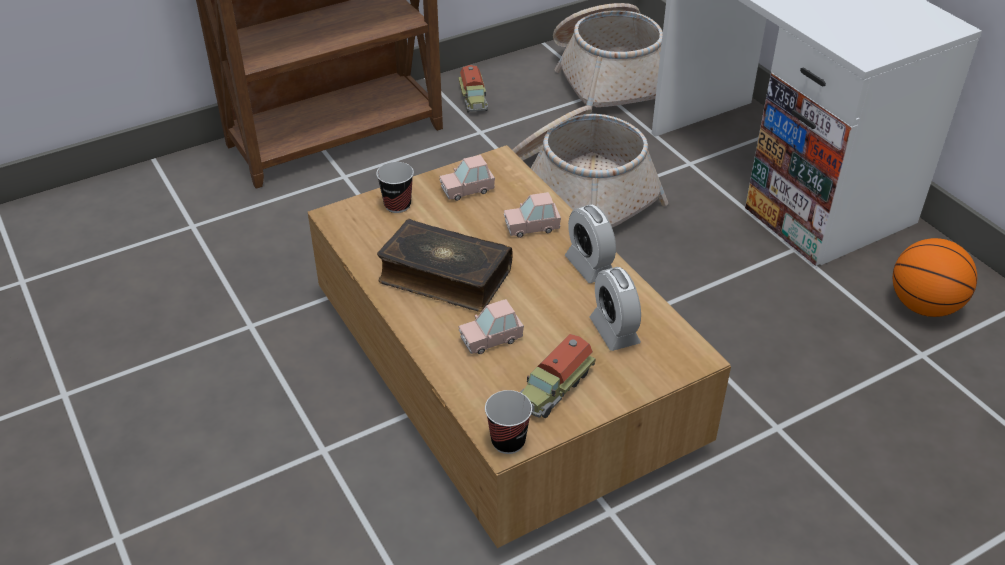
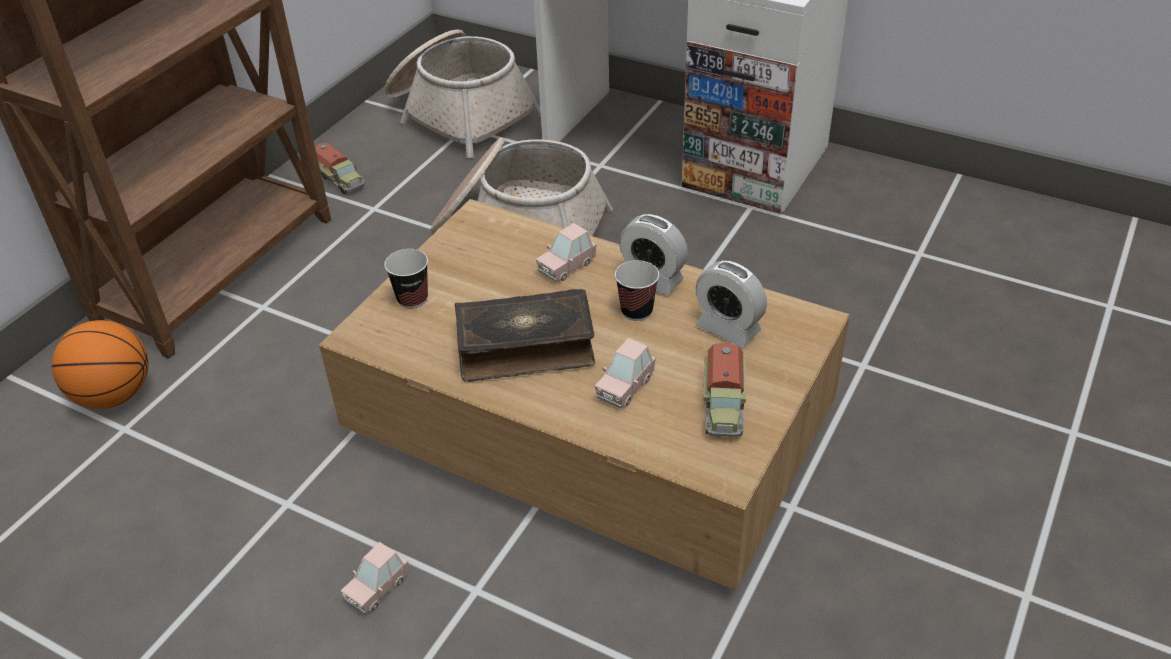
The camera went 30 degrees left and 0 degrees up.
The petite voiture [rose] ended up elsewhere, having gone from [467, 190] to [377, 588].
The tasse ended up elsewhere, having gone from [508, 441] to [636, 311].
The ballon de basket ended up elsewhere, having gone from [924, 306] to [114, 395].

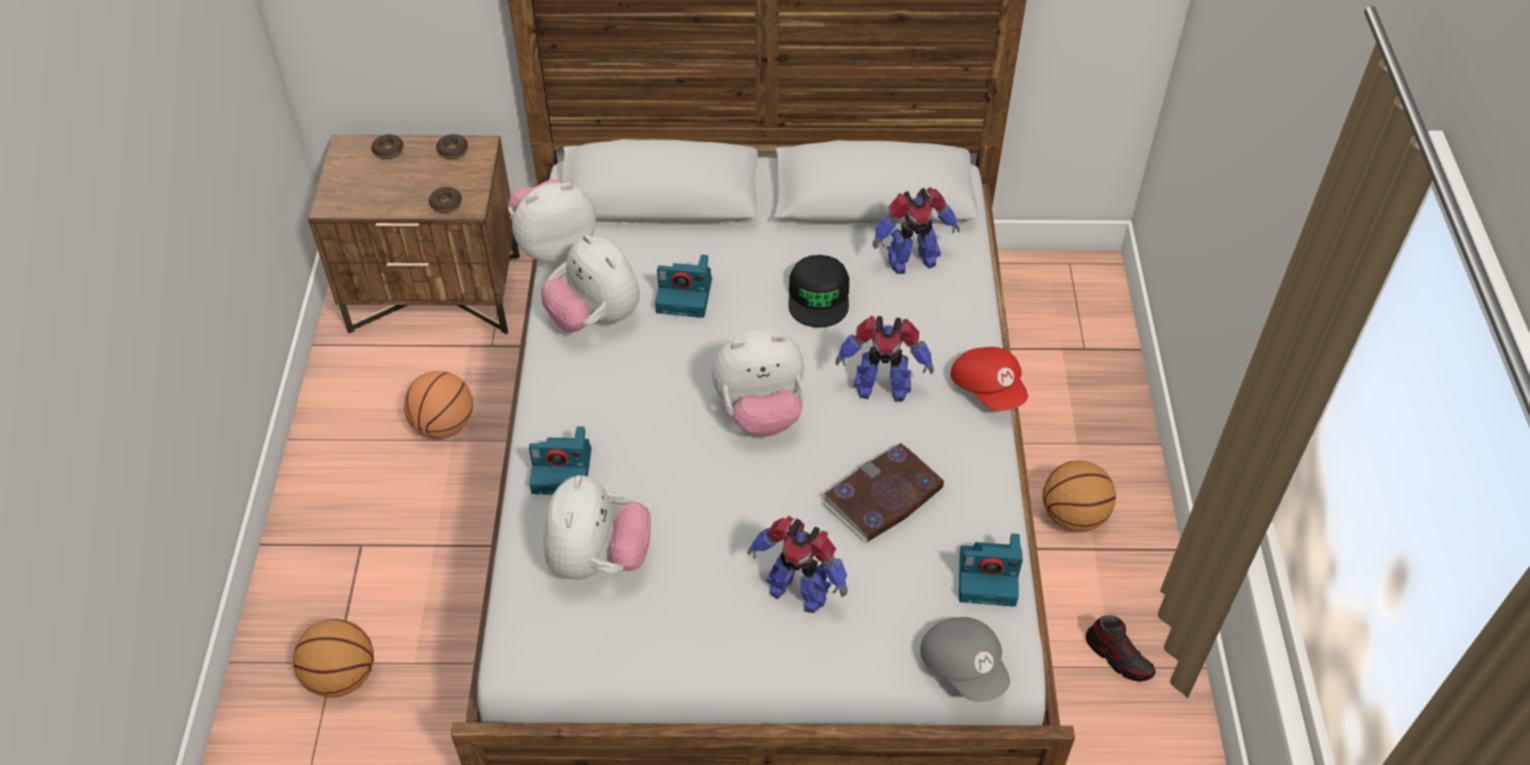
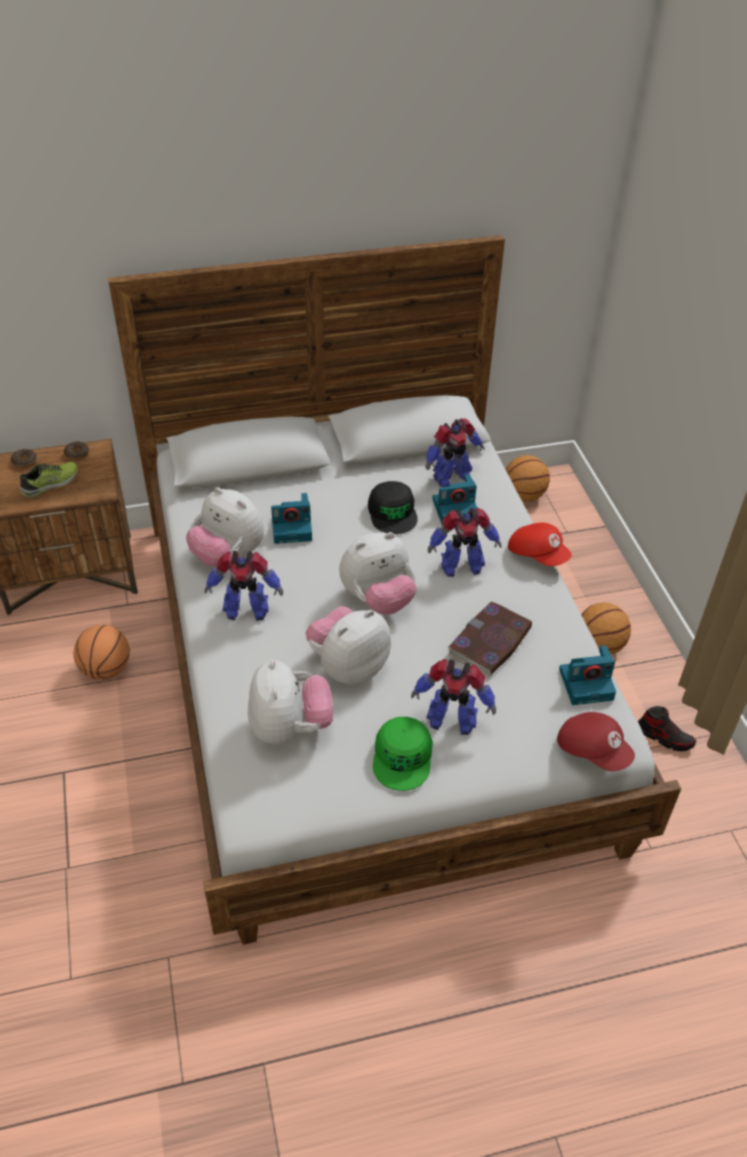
The camera went 15 degrees left and 5 degrees down.
The ballon de basket ended up elsewhere, having gone from [342, 676] to [523, 495].
The second view lost the beignet at [446, 204].
The peluche ended up elsewhere, having gone from [554, 246] to [348, 666].
The appareil photo ended up elsewhere, having gone from [563, 470] to [455, 509].
What was the casquette [gris] at [964, 666] turned into the casquette [rouge] at [593, 750].
The second view gained the chaussure at [51, 484].
The second view gained the robot jouet at [246, 610].
The second view gained the casquette [vert] at [403, 757].

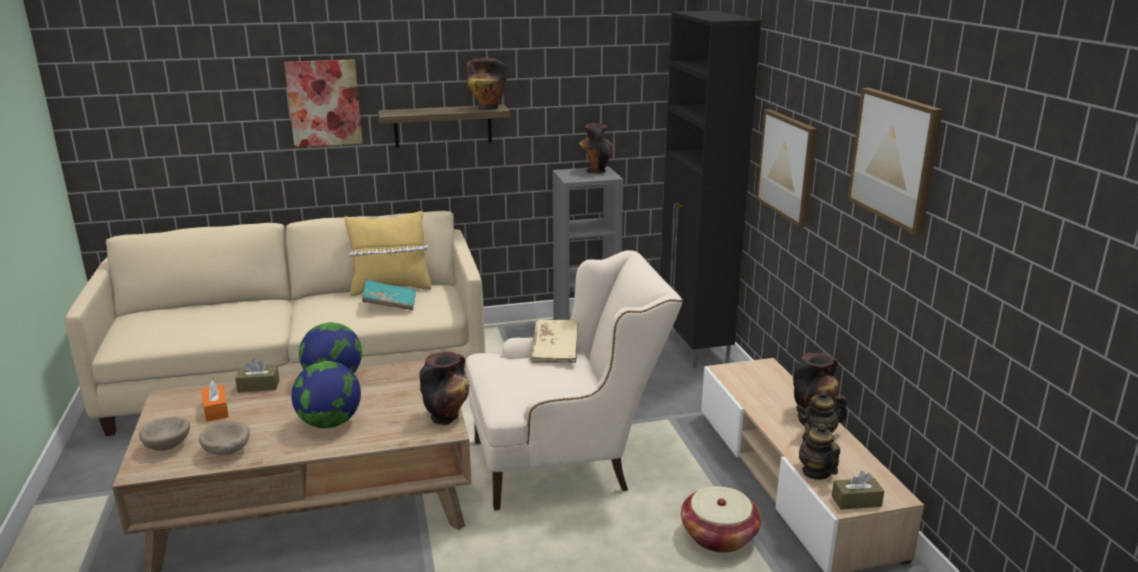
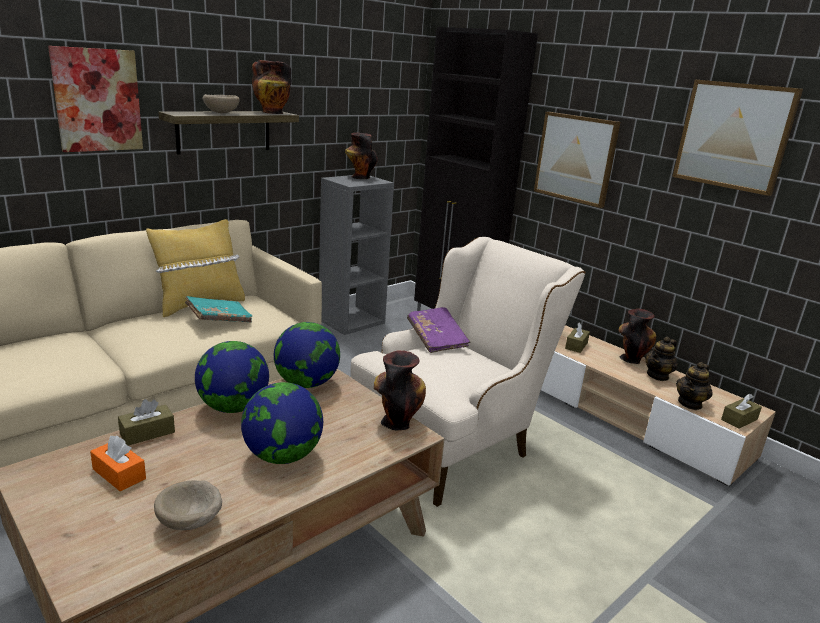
The camera went 30 degrees left and 0 degrees up.
The bol [beige] ended up elsewhere, having gone from [168, 445] to [222, 113].
What was the livre [beige] at [555, 351] turned into the livre [violet] at [437, 339].
The second view lost the panier at [719, 536].
The théière at [816, 472] ended up facing another way, 90 degrees counterclockwise from before.
The second view gained the globe at [307, 383].
The second view gained the boîte à mouchoirs [marron] at [576, 345].

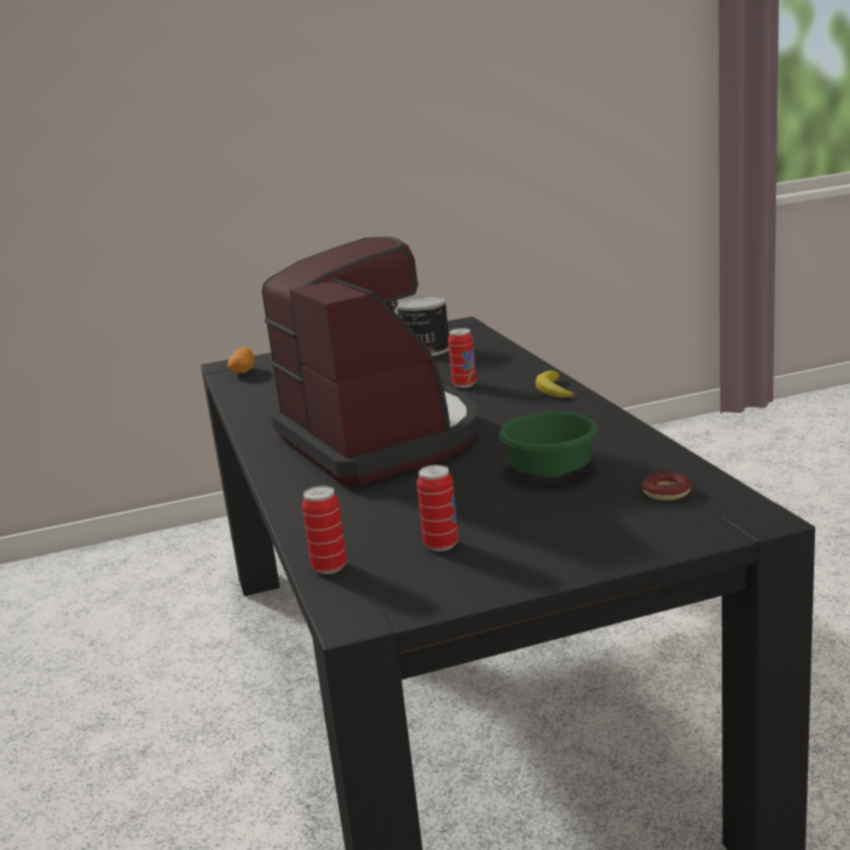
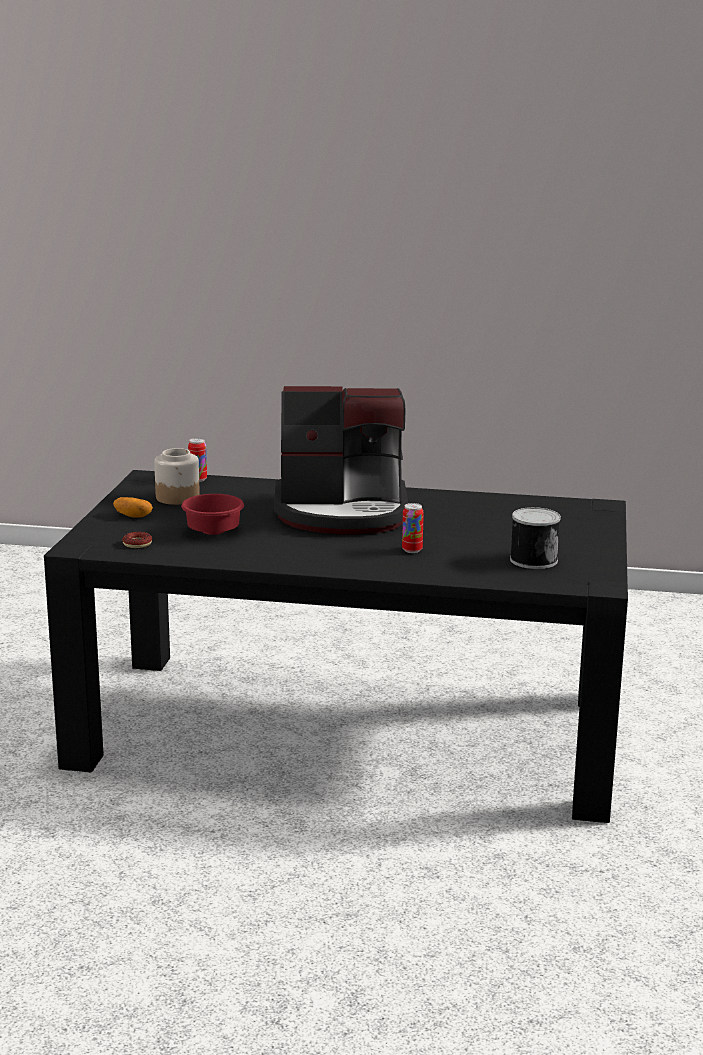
The camera went 115 degrees right and 0 degrees up.
The pomme de terre ended up elsewhere, having gone from [243, 371] to [133, 516].
Where the boîte métallique stood at [441, 545], the bocal came to stand at [178, 497].
What was the bol [vert] at [552, 471] turned into the bol [rouge] at [214, 532].
The second view lost the banane at [553, 390].

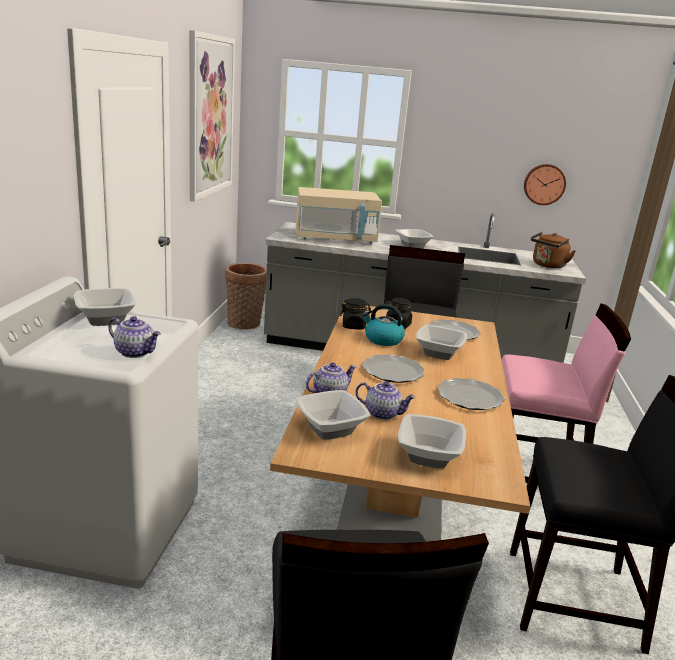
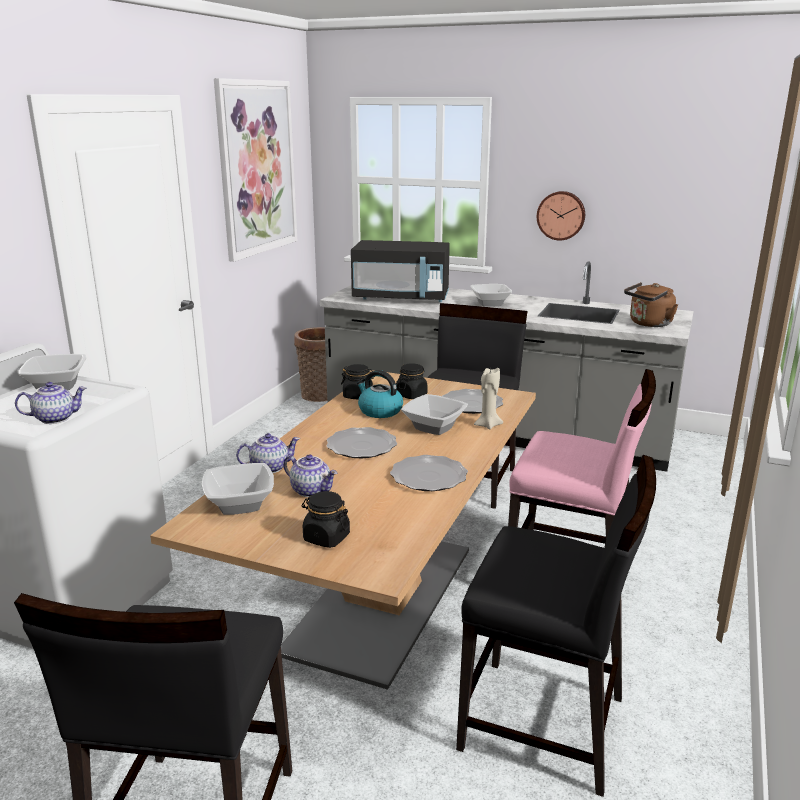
The camera went 15 degrees right and 0 degrees up.
The théière at [136, 352] ended up facing another way, 60 degrees counterclockwise from before.
What was the micro-ondes [beige] at [335, 239] turned into the micro-ondes [noir] at [401, 298].
Where the bol stood at [430, 456], the bocal [noir] came to stand at [326, 538].
The horloge murale ended up elsewhere, having gone from [544, 184] to [561, 215].
The second view gained the bougie [beige] at [487, 425].

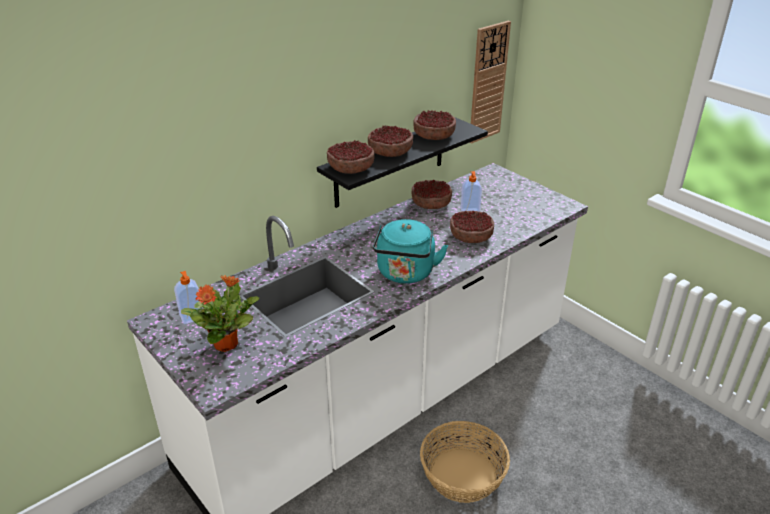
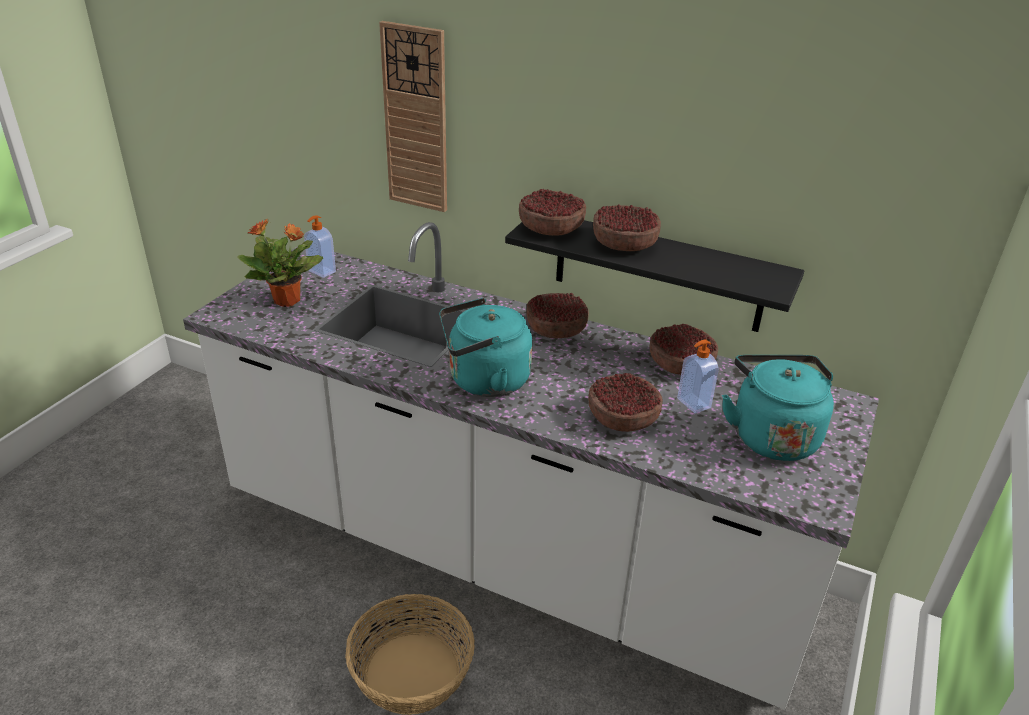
The camera went 65 degrees right and 0 degrees up.
The bol ended up elsewhere, having gone from [434, 135] to [556, 329].
The horloge murale ended up elsewhere, having gone from [488, 83] to [416, 119].
The second view gained the bouilloire [turquoise] at [771, 435].

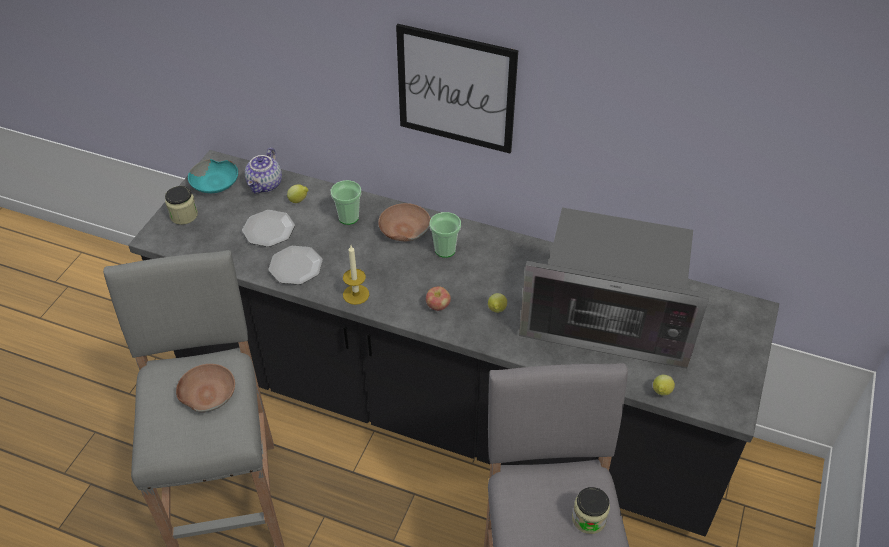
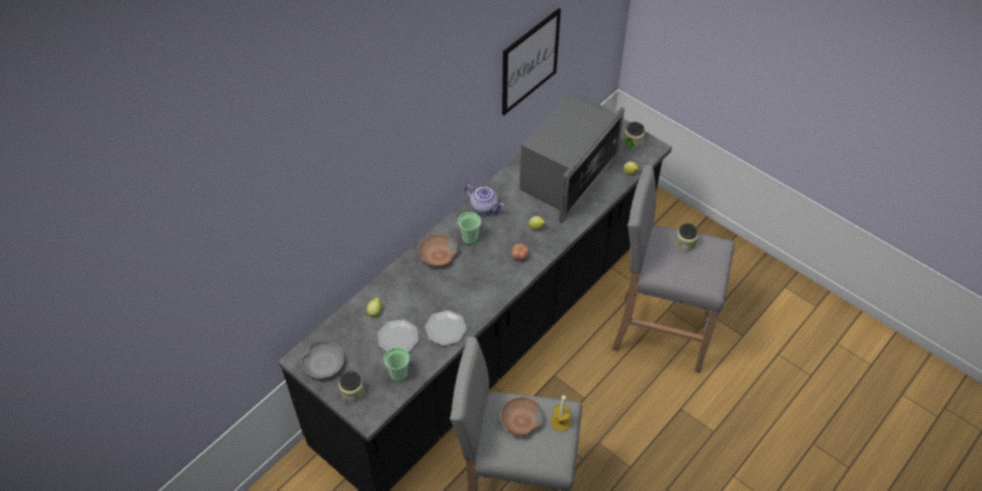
The camera went 70 degrees left and 5 degrees up.
What was the bol [turquoise] at [216, 183] turned into the bol [gris] at [324, 363].
The théière ended up elsewhere, having gone from [266, 185] to [484, 207].
The tasse ended up elsewhere, having gone from [348, 217] to [398, 374].
The bougie ended up elsewhere, having gone from [356, 294] to [560, 421].
The tableau ended up elsewhere, having gone from [456, 89] to [530, 61].
The second view gained the bocal at [633, 142].

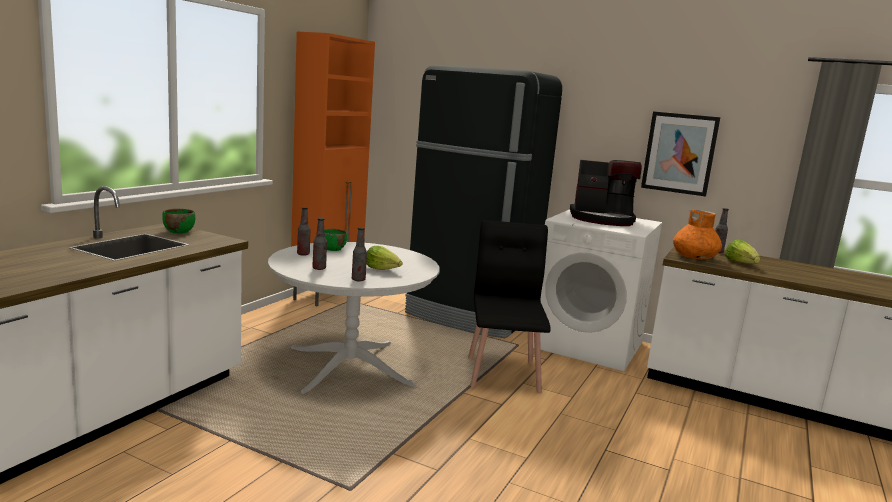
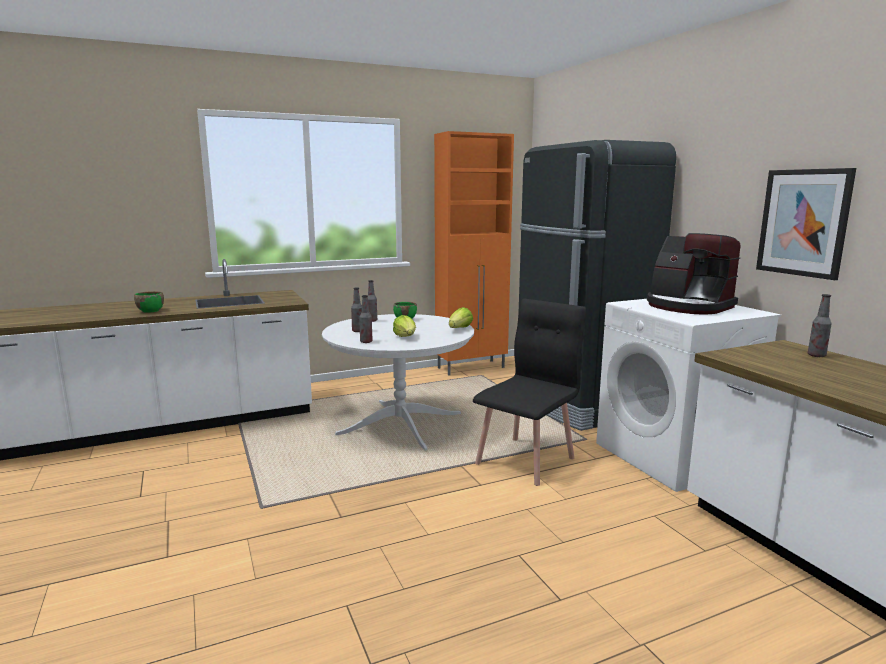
The camera went 40 degrees right and 0 degrees up.
The bol [vert] ended up elsewhere, having gone from [178, 231] to [150, 311].
The second view lost the vase [orange] at [694, 257].
The laitue ended up elsewhere, having gone from [740, 263] to [460, 329].

